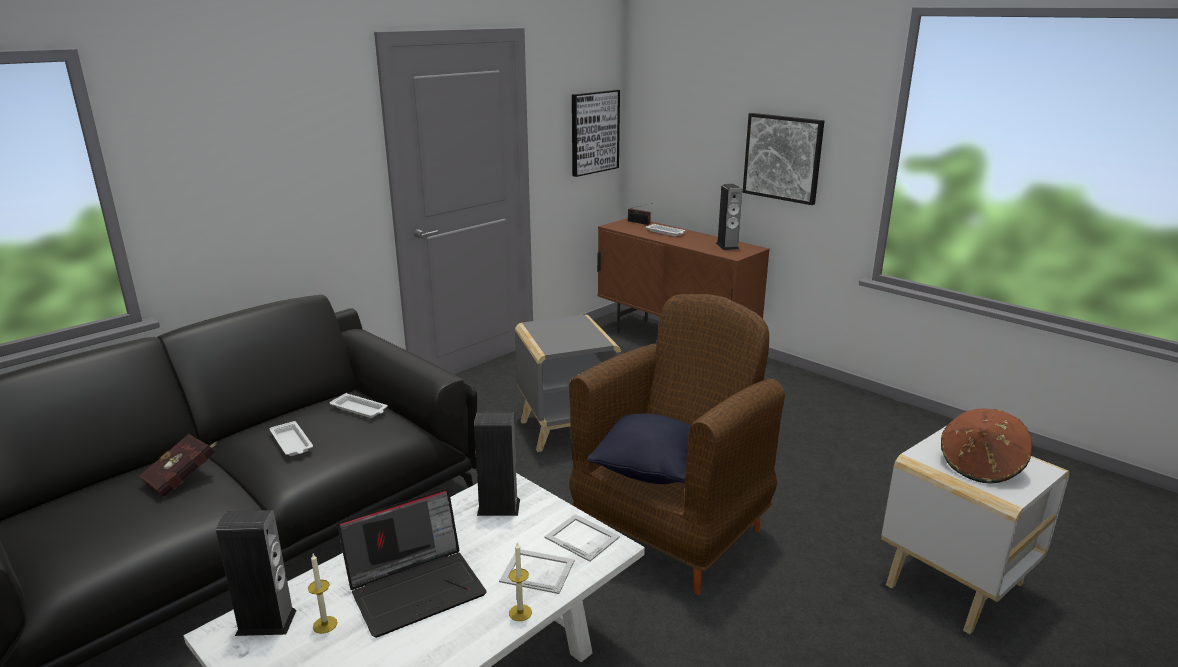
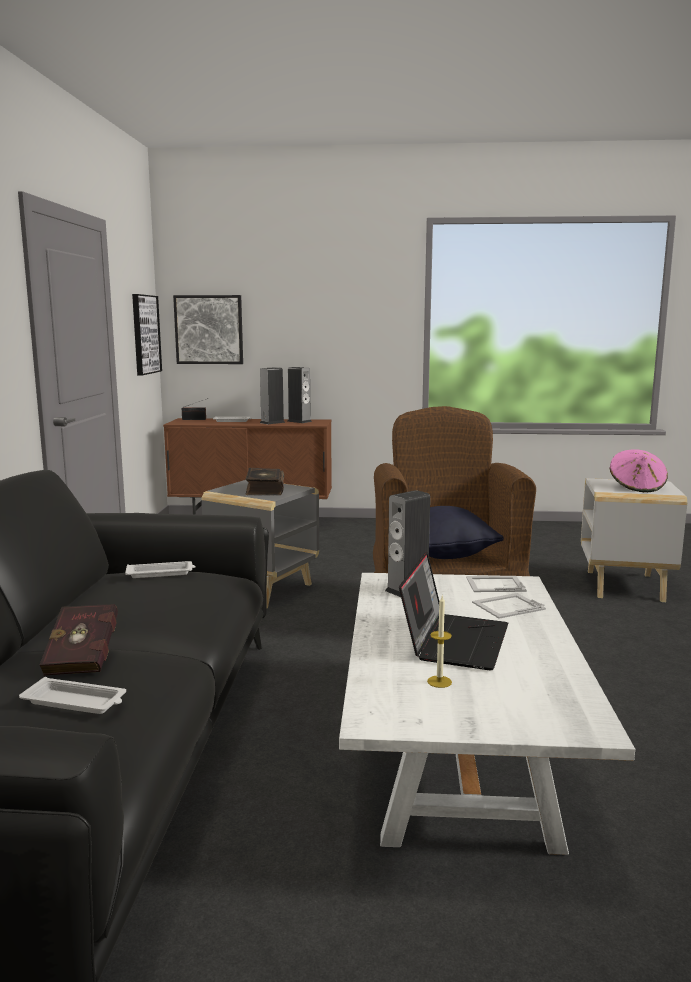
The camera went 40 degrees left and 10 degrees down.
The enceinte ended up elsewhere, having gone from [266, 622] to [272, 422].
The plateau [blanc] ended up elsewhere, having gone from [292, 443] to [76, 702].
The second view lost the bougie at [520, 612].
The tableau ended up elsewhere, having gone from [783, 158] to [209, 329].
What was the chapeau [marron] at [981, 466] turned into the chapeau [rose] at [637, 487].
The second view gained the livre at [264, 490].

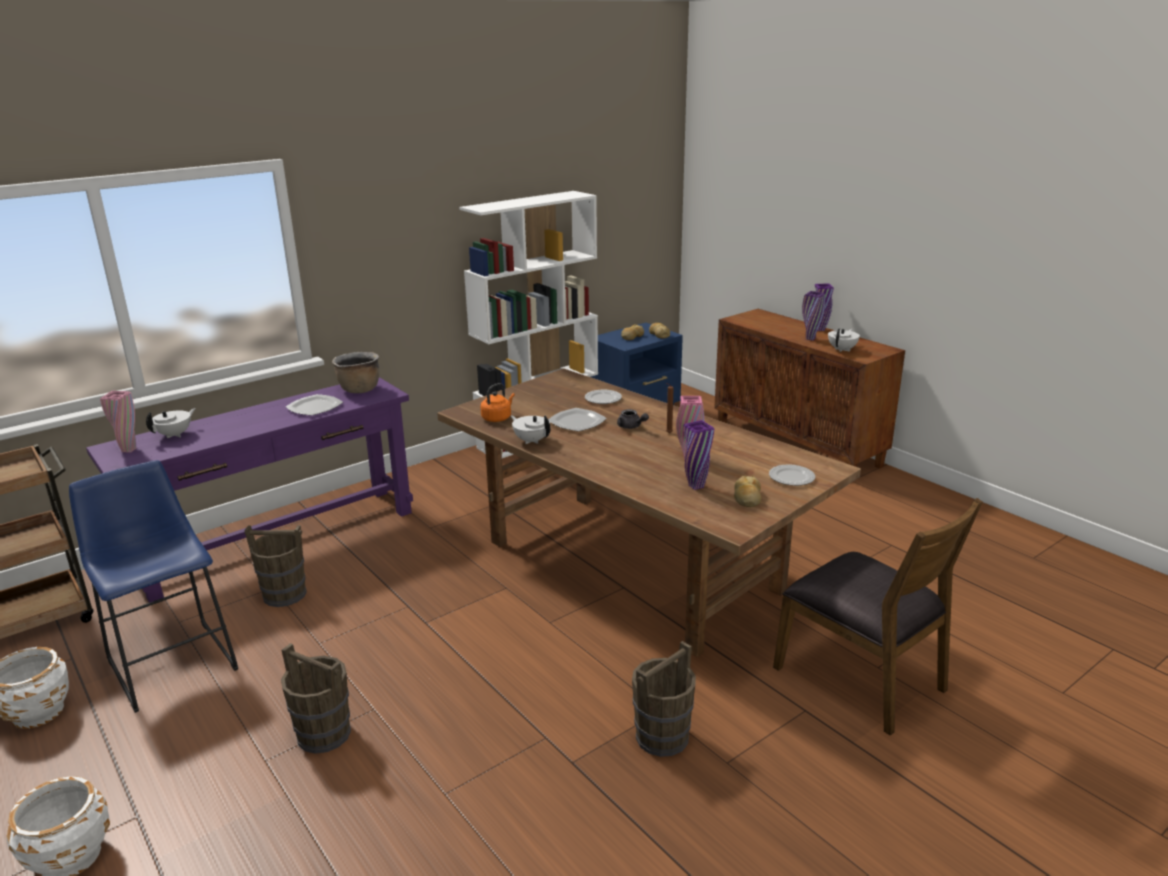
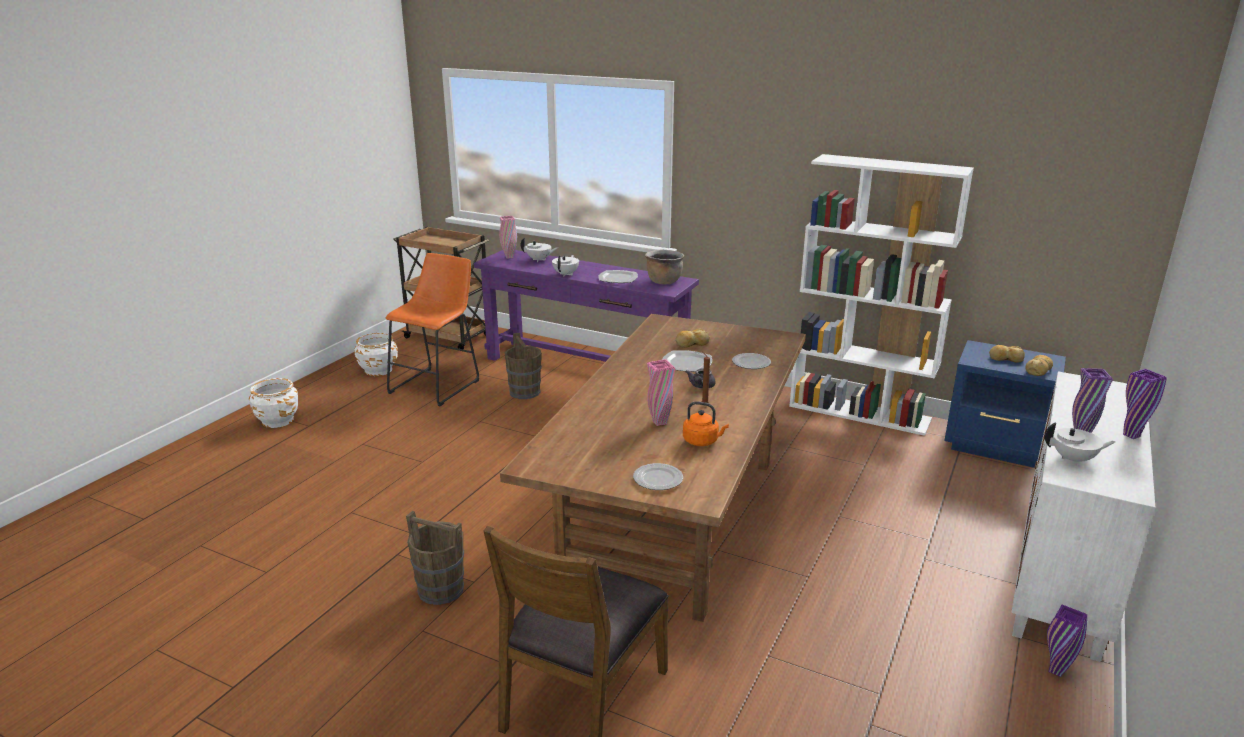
The camera went 65 degrees right and 0 degrees up.
What was the tabouret [bleu] at [171, 660] turned into the tabouret [orange] at [438, 385].
The second view lost the seau [marron] at [324, 734].
The bouilloire [orange] ended up elsewhere, having gone from [497, 418] to [702, 441].
The théière [blanc] ended up elsewhere, having gone from [531, 440] to [566, 274].
The vase [violet] ended up elsewhere, having gone from [696, 486] to [1056, 671].
What was the meuble de rangement [marron] at [798, 445] turned into the meuble de rangement [blanc] at [1063, 575].
The pain ended up elsewhere, having gone from [747, 498] to [691, 343].

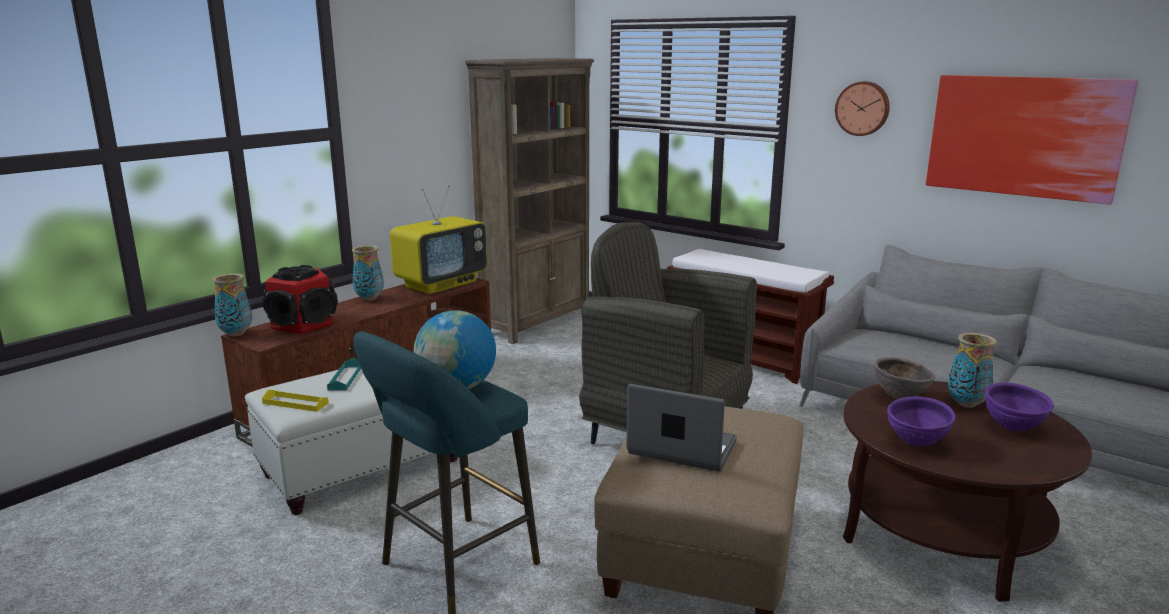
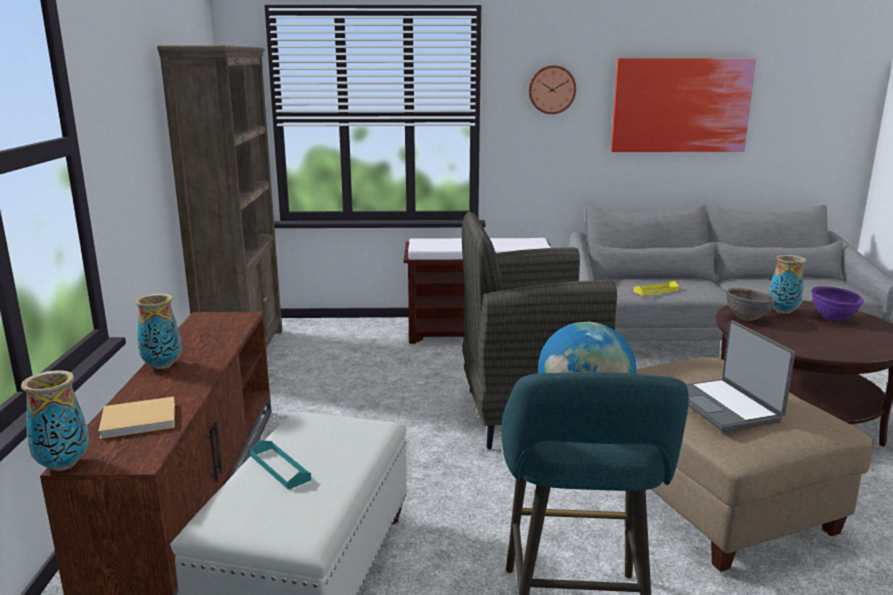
The camera went 40 degrees left and 0 degrees up.
The plateau [jaune] ended up elsewhere, having gone from [295, 403] to [656, 290].
Where the enceinte stood at [304, 324], the livre [beige] came to stand at [141, 420].
The second view lost the téléviseur at [441, 284].
The ordinateur portable at [681, 448] ended up facing another way, 90 degrees counterclockwise from before.
The second view lost the bol [violet] at [916, 443].

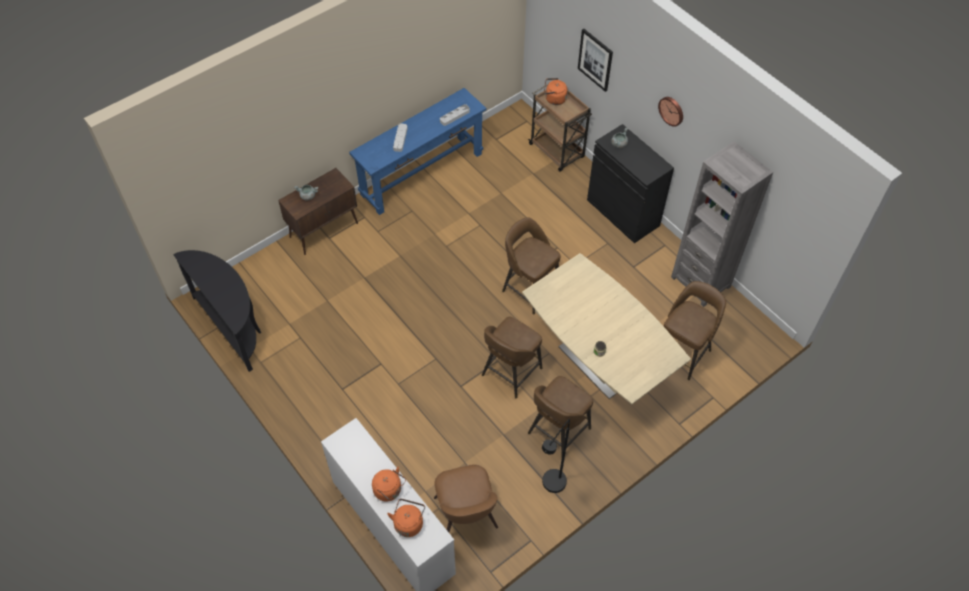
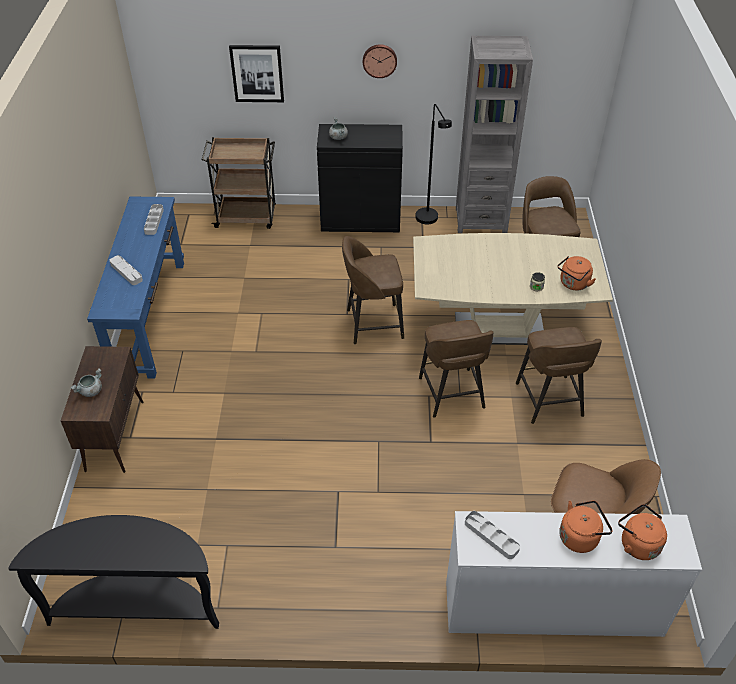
The camera went 50 degrees left and 10 degrees down.
The lampadaire [noir] ended up elsewhere, having gone from [551, 487] to [429, 221].
The bouilloire [orange] ended up elsewhere, having gone from [554, 99] to [573, 284].
The second view gained the plateau [gris] at [491, 536].

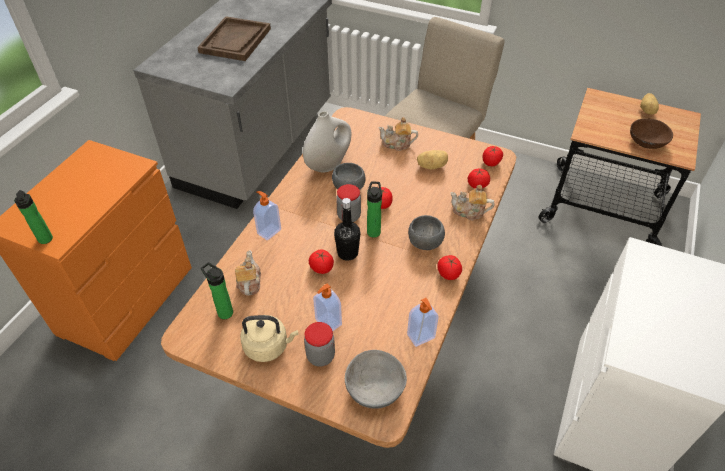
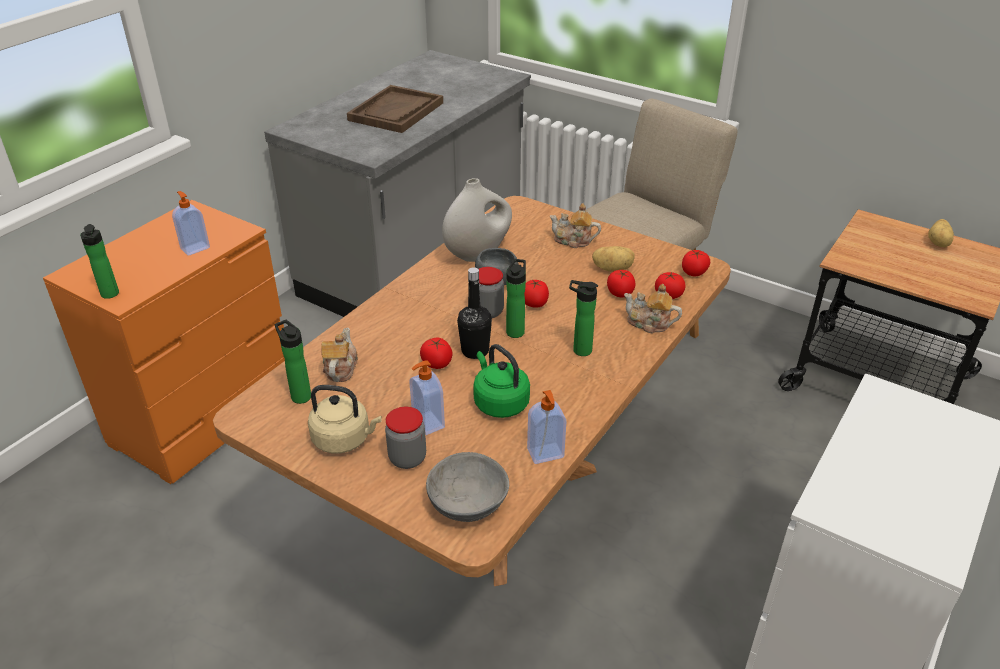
The camera went 10 degrees right and 10 degrees down.
The distributeur de savon ended up elsewhere, having gone from [268, 231] to [195, 248].
Where the bol [gris] stood at [424, 242], the bouteille came to stand at [579, 350].
The tomate ended up elsewhere, having gone from [448, 274] to [620, 293].
The second view lost the bol [marron] at [646, 142].
The second view gained the bouilloire [vert] at [499, 402].

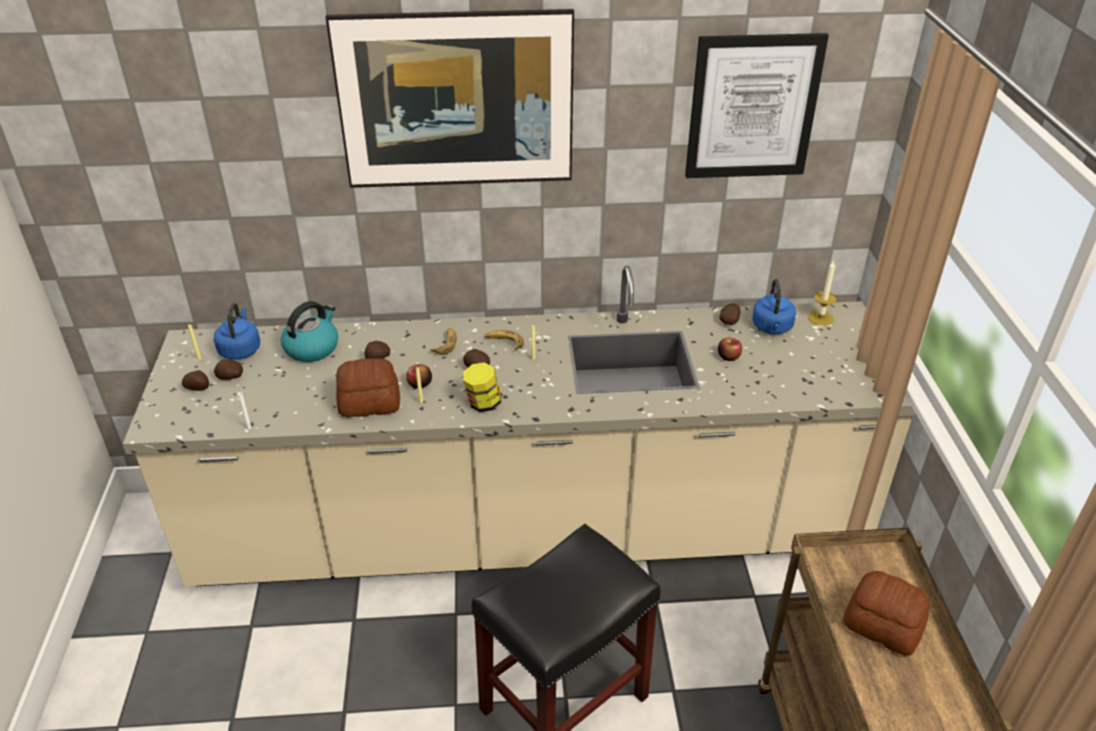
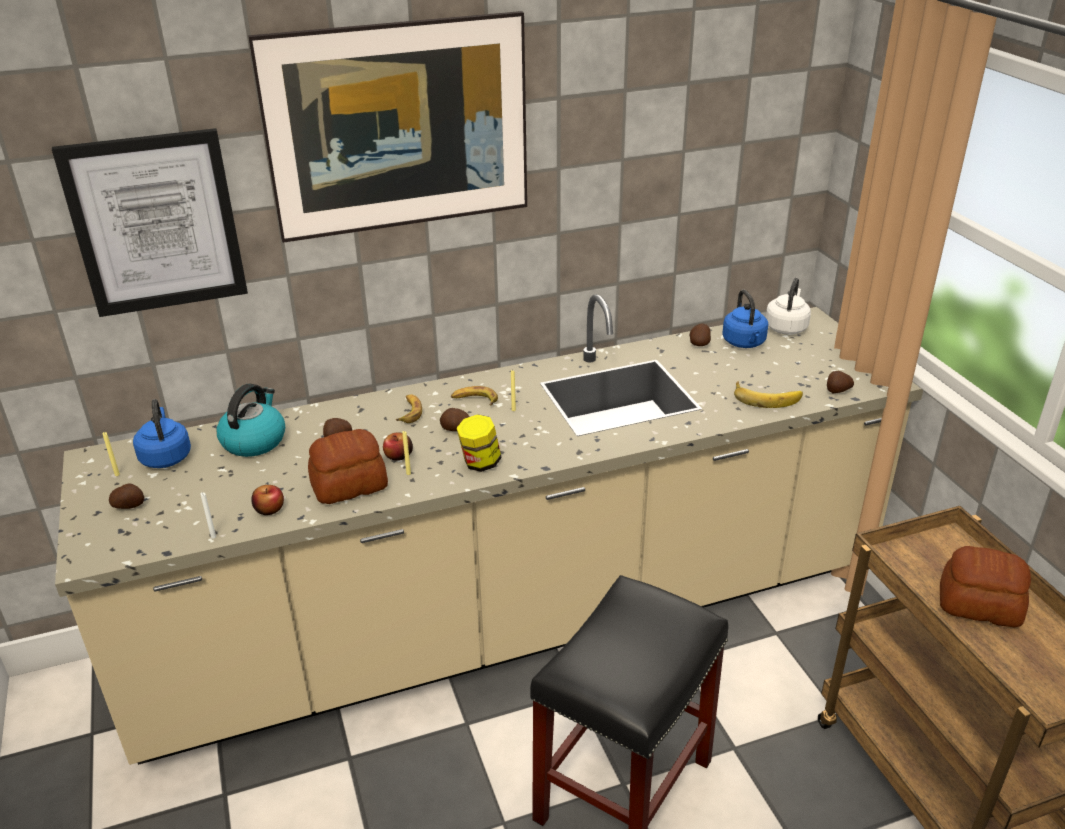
The camera went 15 degrees left and 5 degrees down.
The pomme de terre ended up elsewhere, having gone from [230, 377] to [837, 391].
The tableau ended up elsewhere, having gone from [752, 107] to [156, 223].
The pomme ended up elsewhere, having gone from [728, 356] to [269, 509].
Where the bougie stood at [820, 318], the bouilloire [blanc] came to stand at [786, 327].
The second view gained the banane at [766, 397].

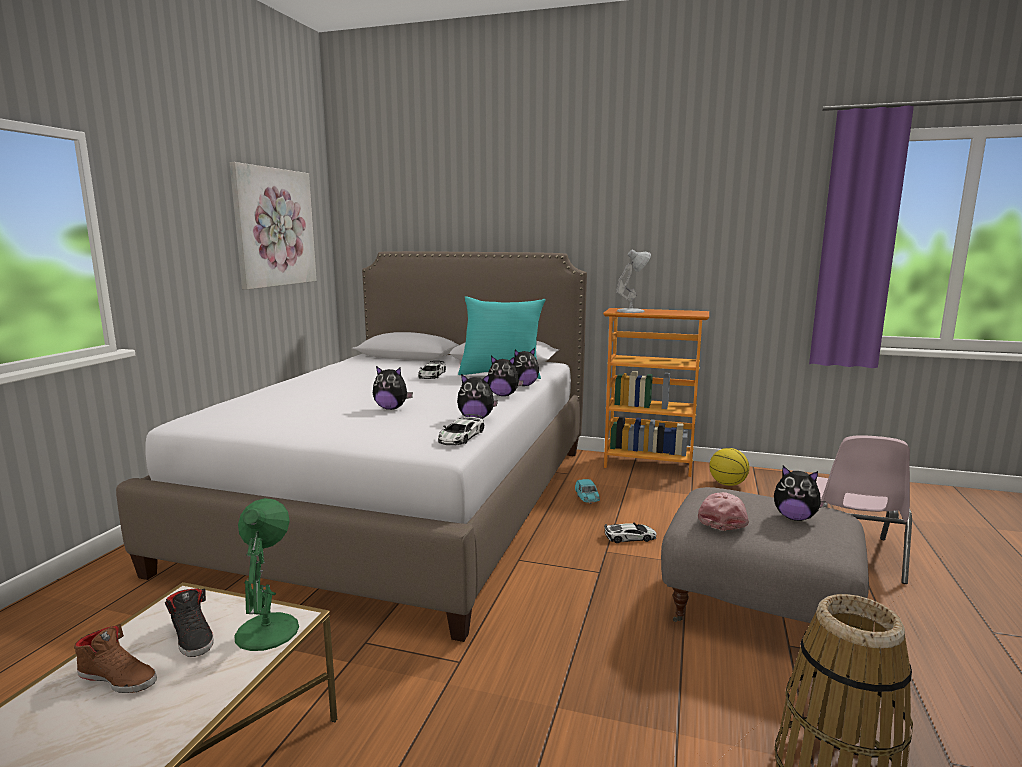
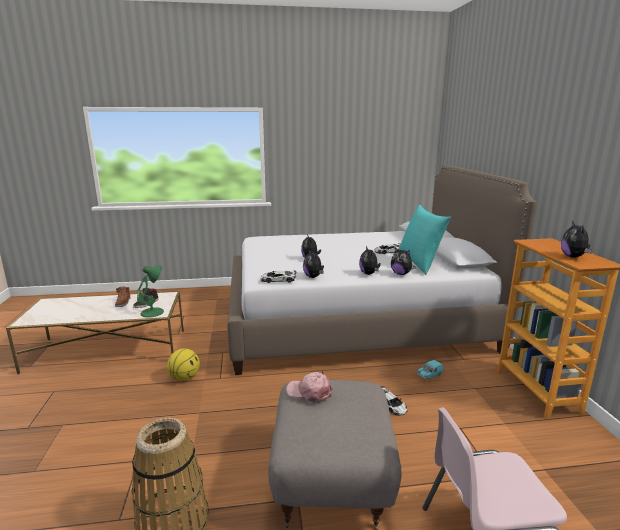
The camera went 65 degrees right and 5 degrees up.
The second view lost the tableau at [274, 227].
The second view lost the lampe de table [blanc] at [632, 311].
The casquette [rose] at [722, 518] ended up facing another way, 150 degrees counterclockwise from before.
The ballon de basket ended up elsewhere, having gone from [727, 484] to [185, 378].
The peluche ended up elsewhere, having gone from [795, 518] to [573, 257].

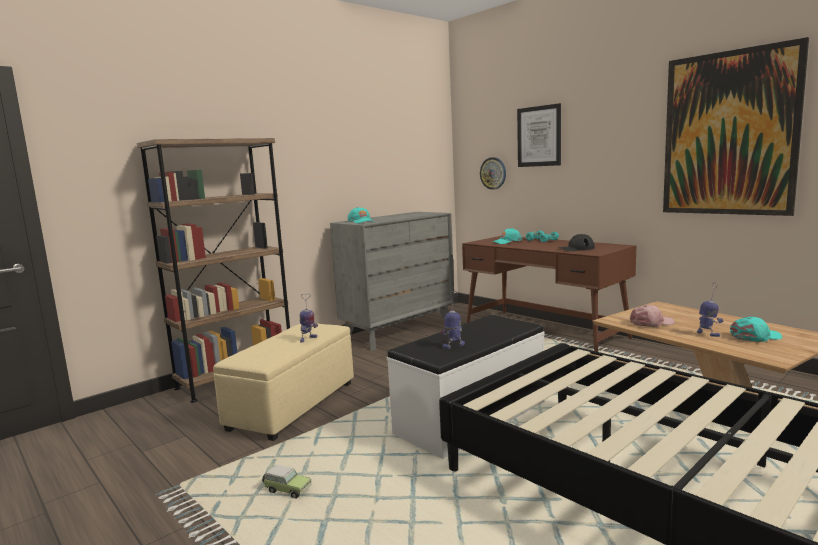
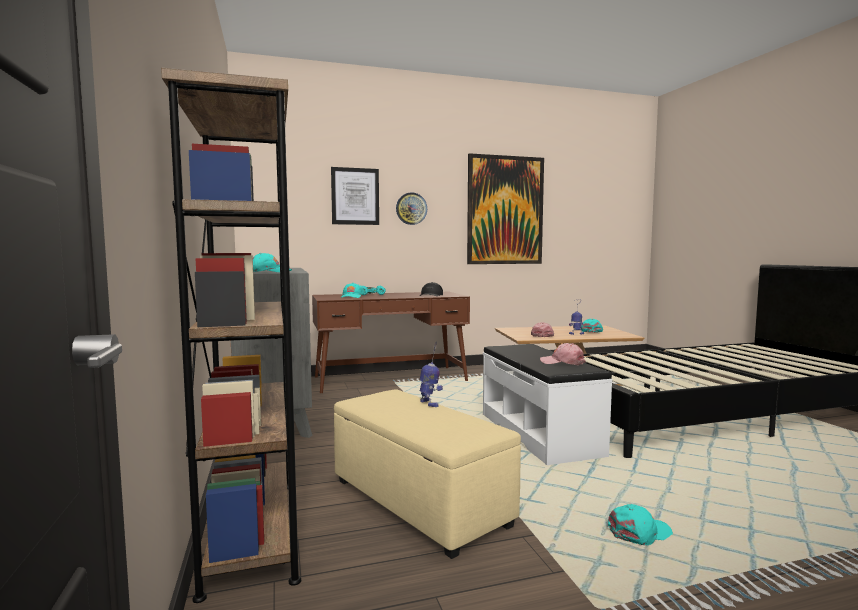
The camera went 65 degrees left and 5 degrees down.
Where the petite voiture stood at [287, 490], the casquette [turquoise] came to stand at [639, 532].
Where the robot jouet stood at [454, 346], the casquette [rose] came to stand at [562, 362].
The horloge murale ended up elsewhere, having gone from [493, 173] to [411, 208].

